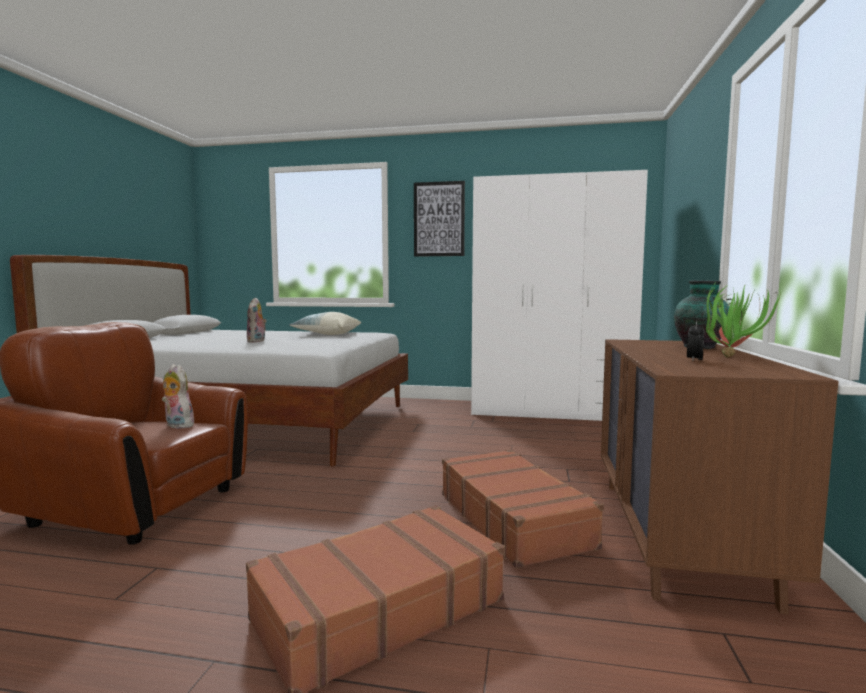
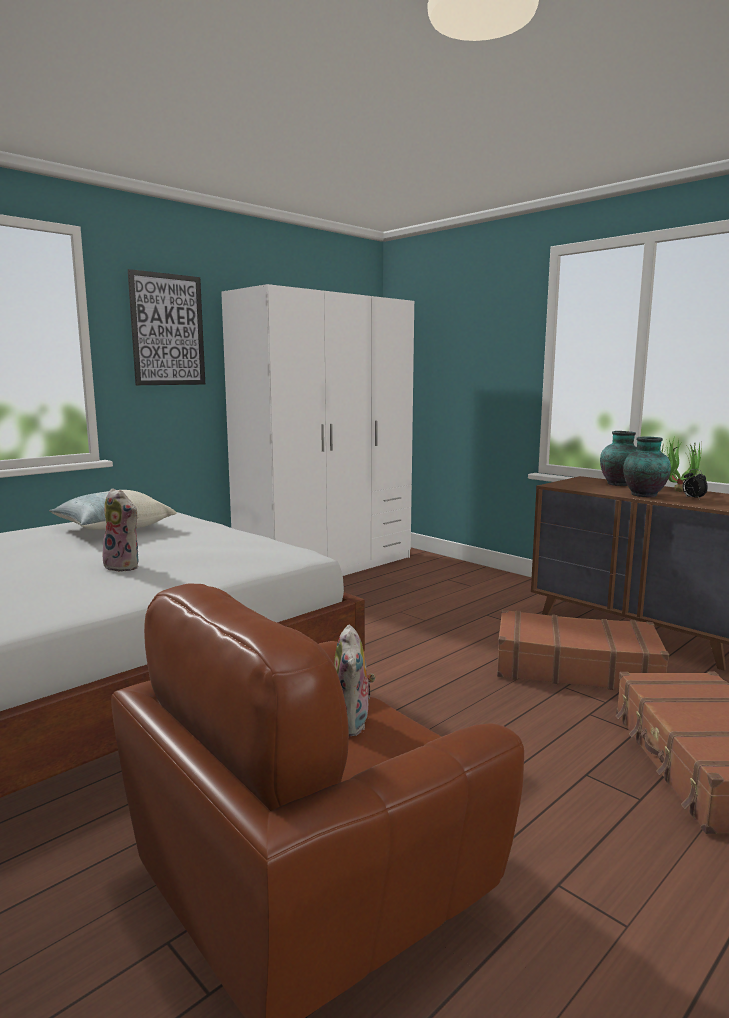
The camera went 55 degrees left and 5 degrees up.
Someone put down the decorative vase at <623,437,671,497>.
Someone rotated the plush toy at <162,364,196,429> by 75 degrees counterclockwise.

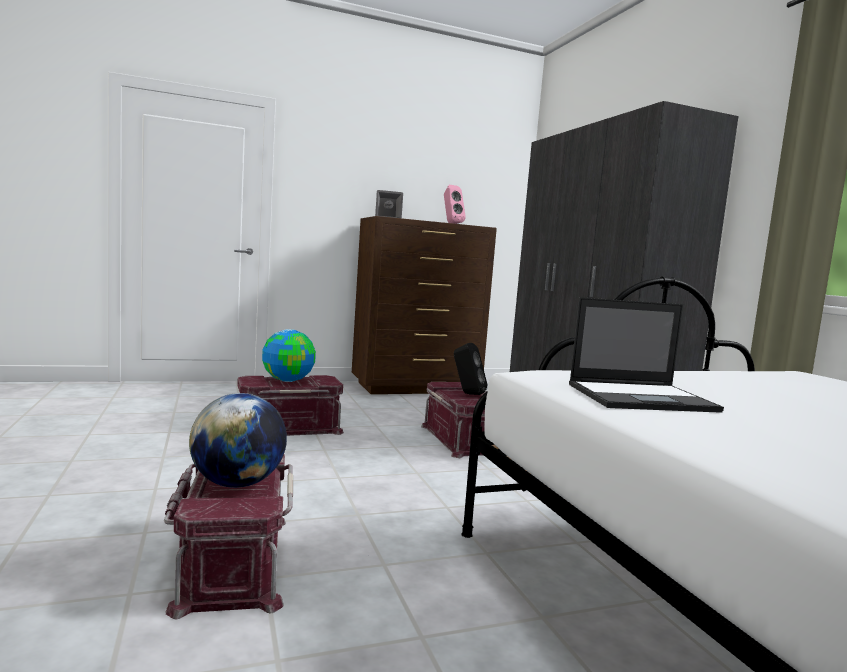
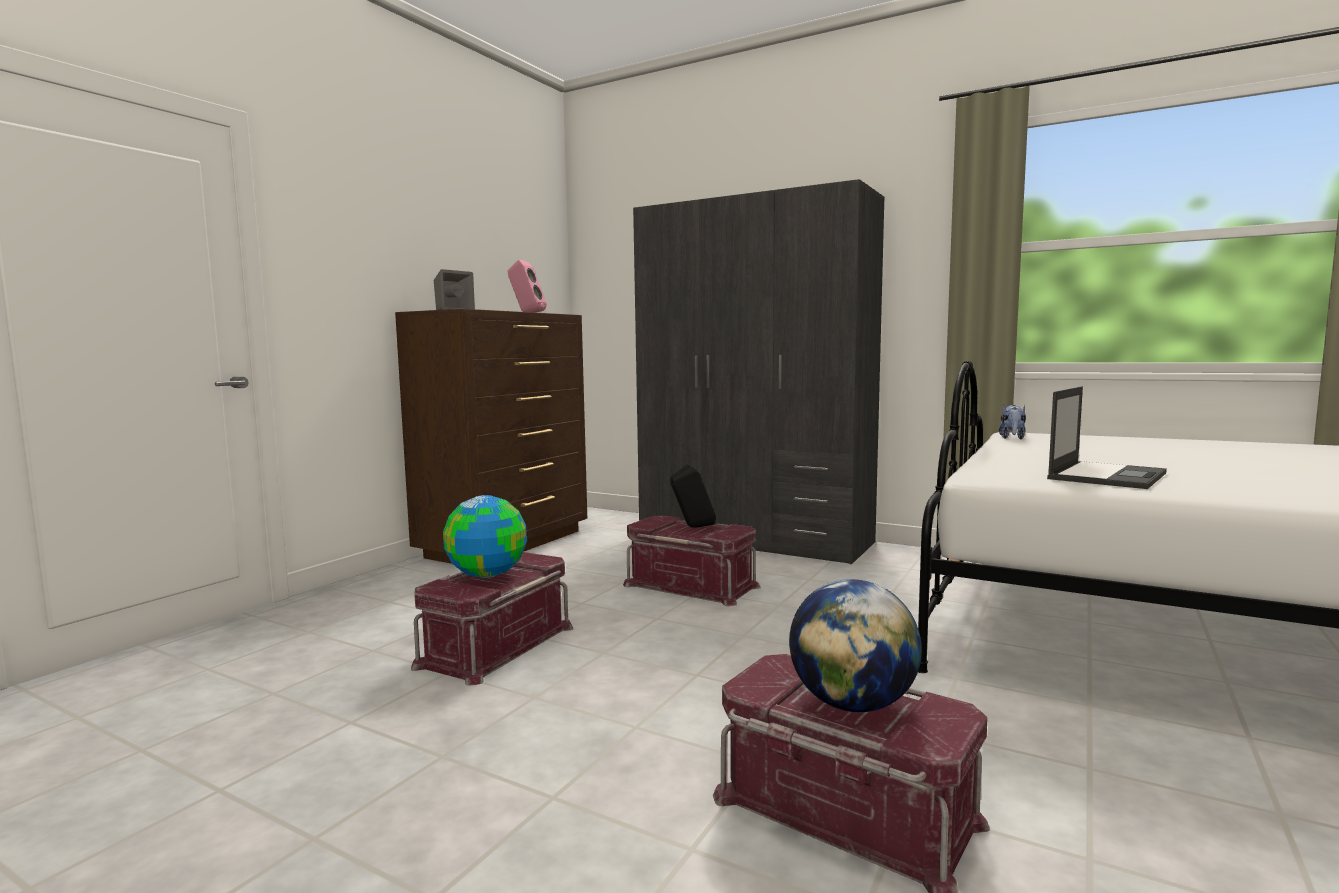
The camera went 40 degrees left and 0 degrees up.
Someone put down the plush toy at <999,405,1026,439>.

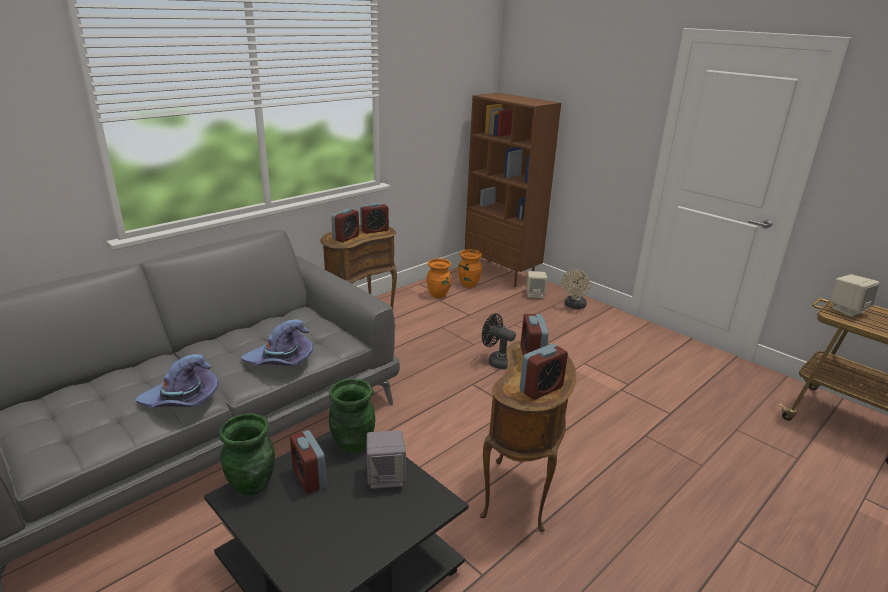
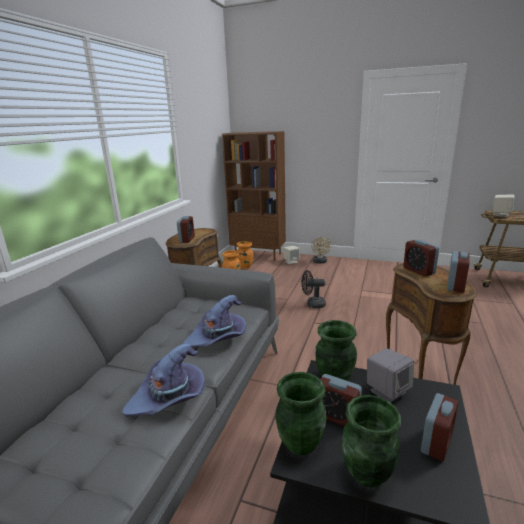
The camera went 25 degrees left and 5 degrees down.
Someone put down the decorative vase (green) at <342,395,401,488>.
Someone carried the alarm clock from <360,203,389,234> to <421,393,459,462>.

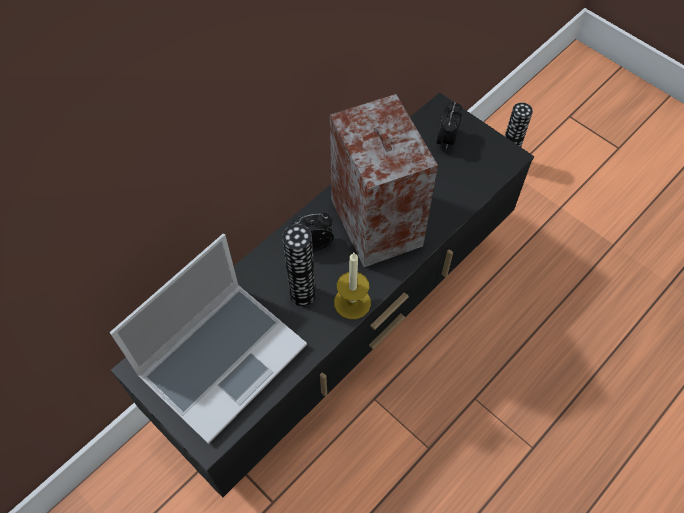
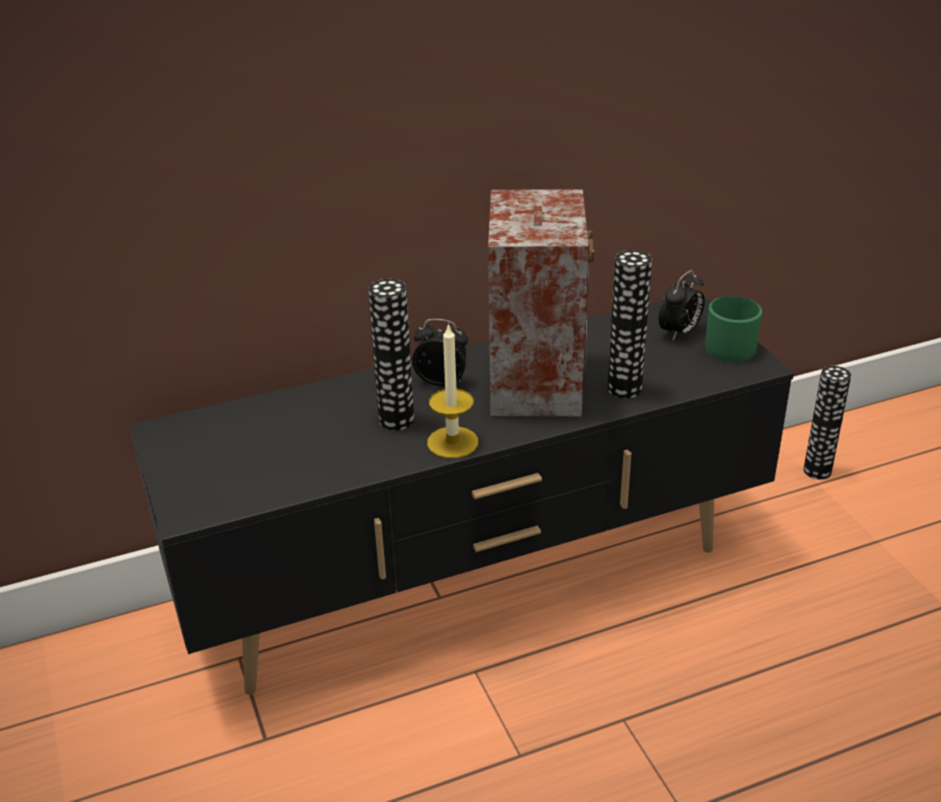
The camera went 25 degrees right and 25 degrees down.
Someone took away the notebook computer at <110,234,307,444>.
Someone put down the decorative vase at <608,250,652,398>.
Someone put down the mug (green) at <705,296,762,362>.

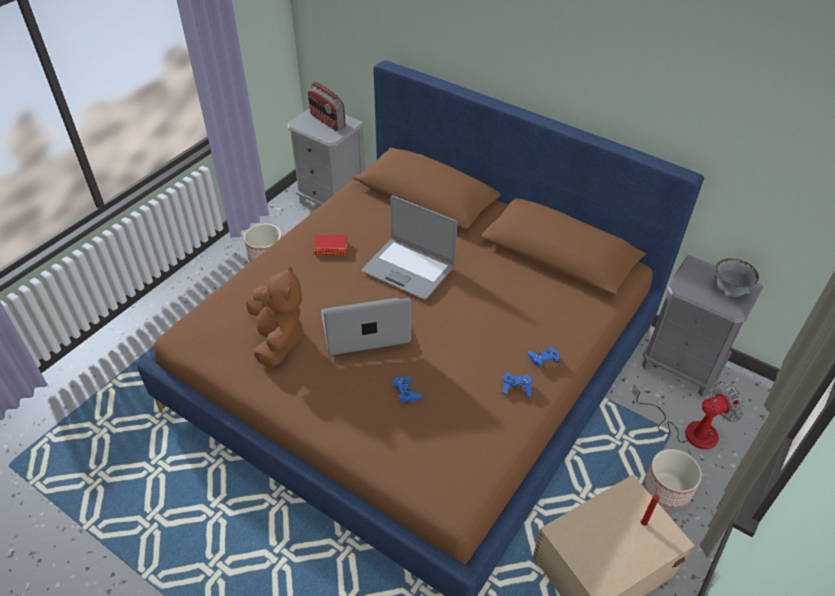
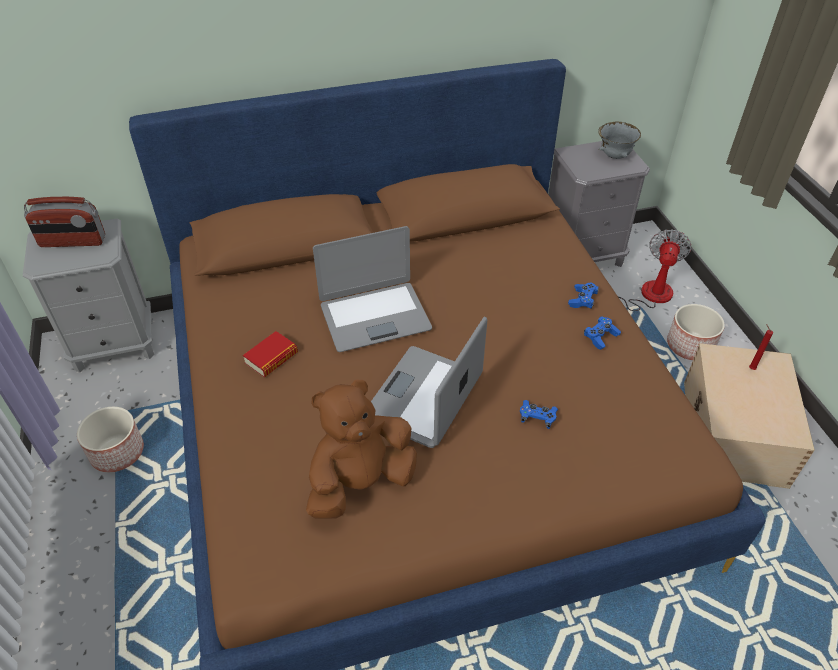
The camera went 50 degrees left and 0 degrees up.
Someone rotated the plush toy (brown) at <246,265,304,367> by 60 degrees counterclockwise.

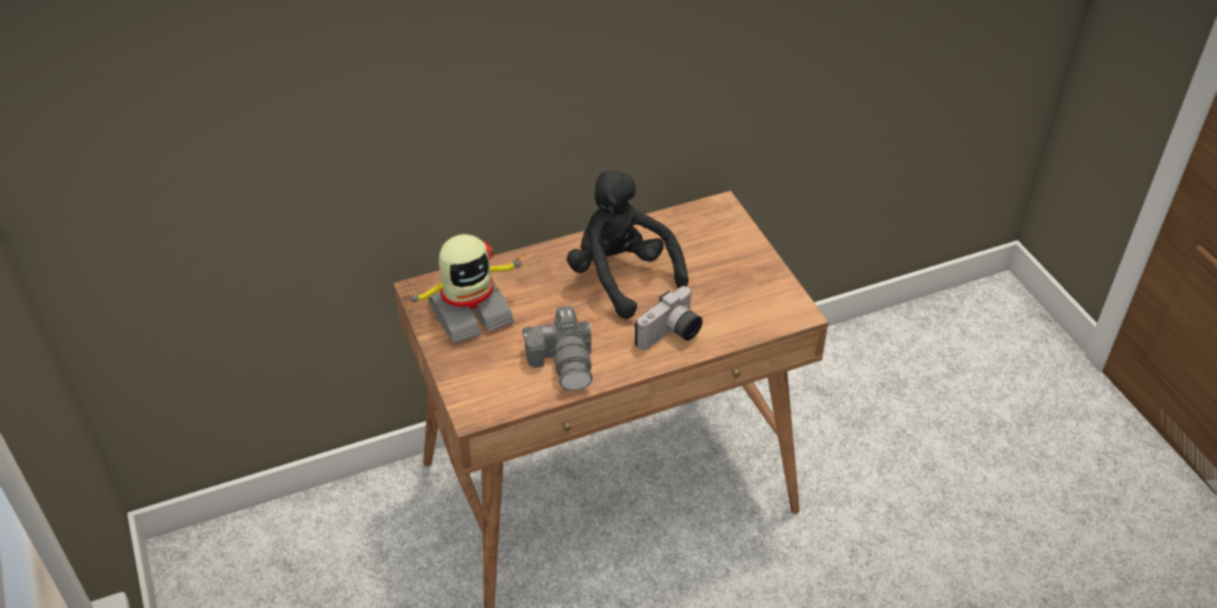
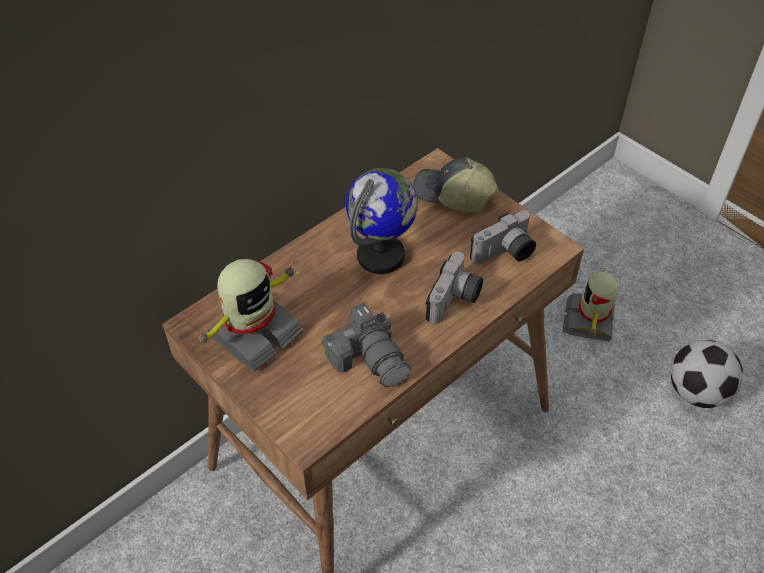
The camera went 20 degrees left and 5 degrees up.
Someone put down the peaked cap at <413,157,498,212>.
Someone put down the still camera at <470,210,536,264>.
Someone put down the toy robot at <562,268,618,341>.
Someone put down the ball for football at <671,340,743,408>.
Someone swapped the plush toy (blackish) at <567,171,688,319> for the globe at <346,168,418,274>.

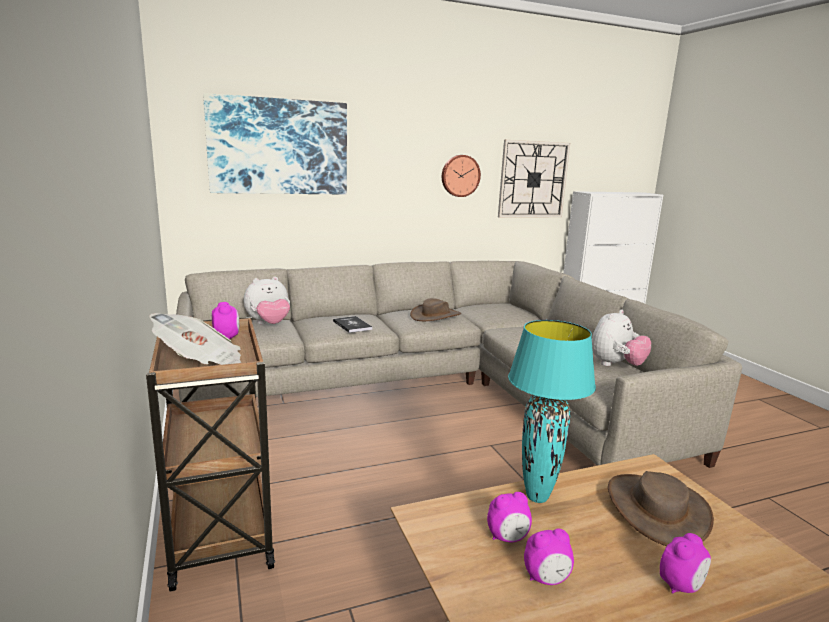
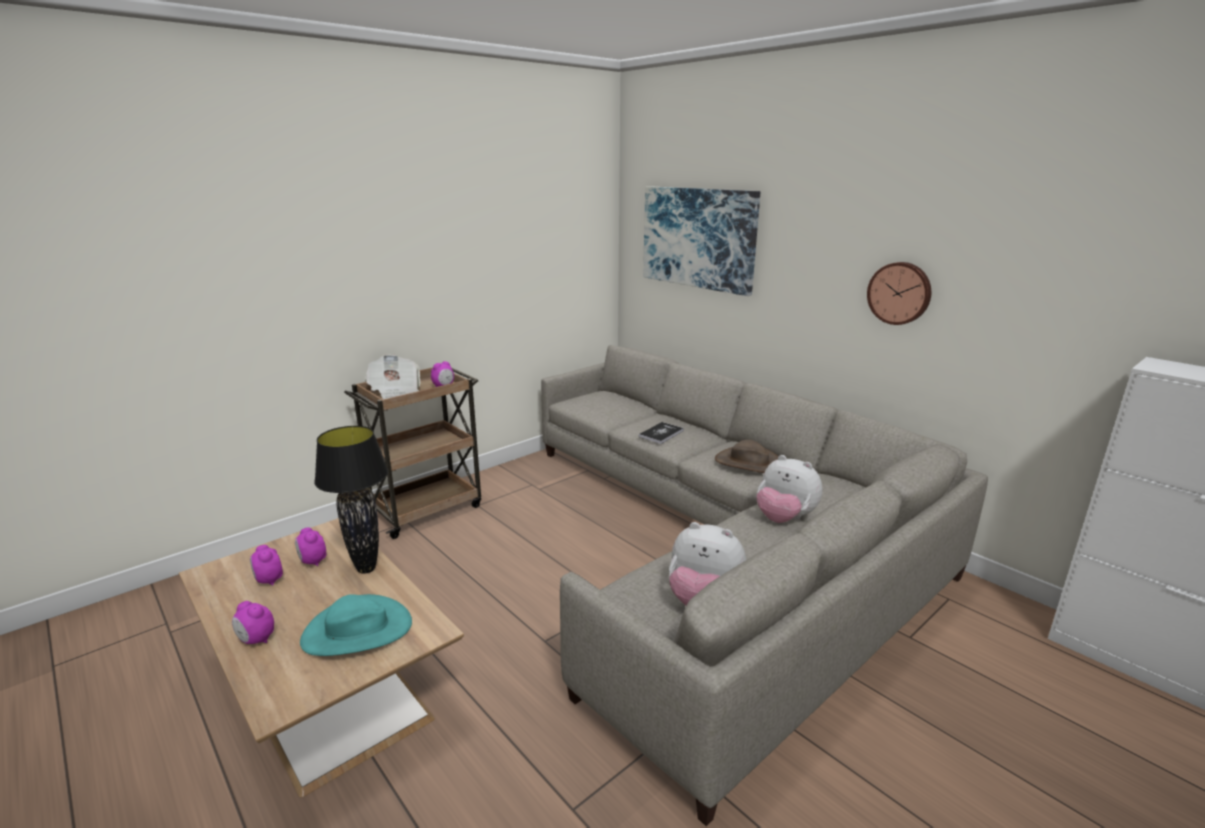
The camera went 70 degrees right and 5 degrees up.
Someone took away the wall clock at <498,140,570,218>.
Someone carried the plush toy from <244,277,290,324> to <756,455,822,523>.
Someone repainted the table lamp (blue-green) at <508,320,596,503>, which became the table lamp (blackish) at <314,426,388,574>.
Someone repainted the clothing hat (brown) at <608,471,714,546>, which became the clothing hat (blue-green) at <300,594,412,656>.

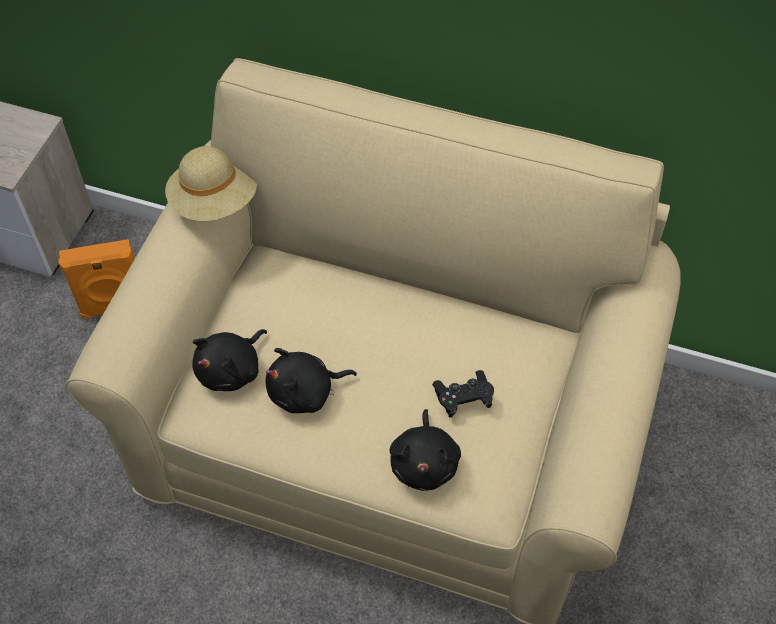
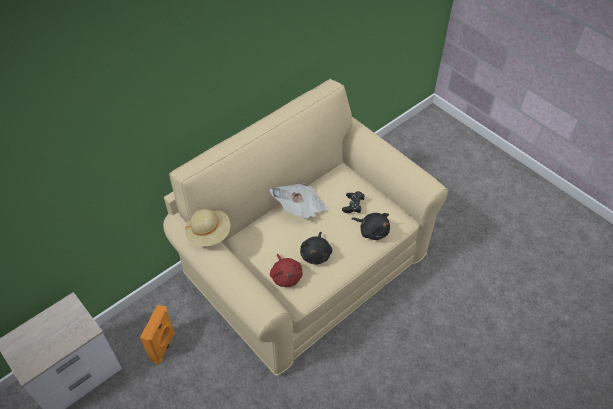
The camera went 60 degrees left and 5 degrees down.
Someone put down the newspaper at <269,183,328,219>.
Someone repainted the plush toy (blackish) at <192,329,267,391>, which became the plush toy (red-coloured) at <270,254,303,287>.

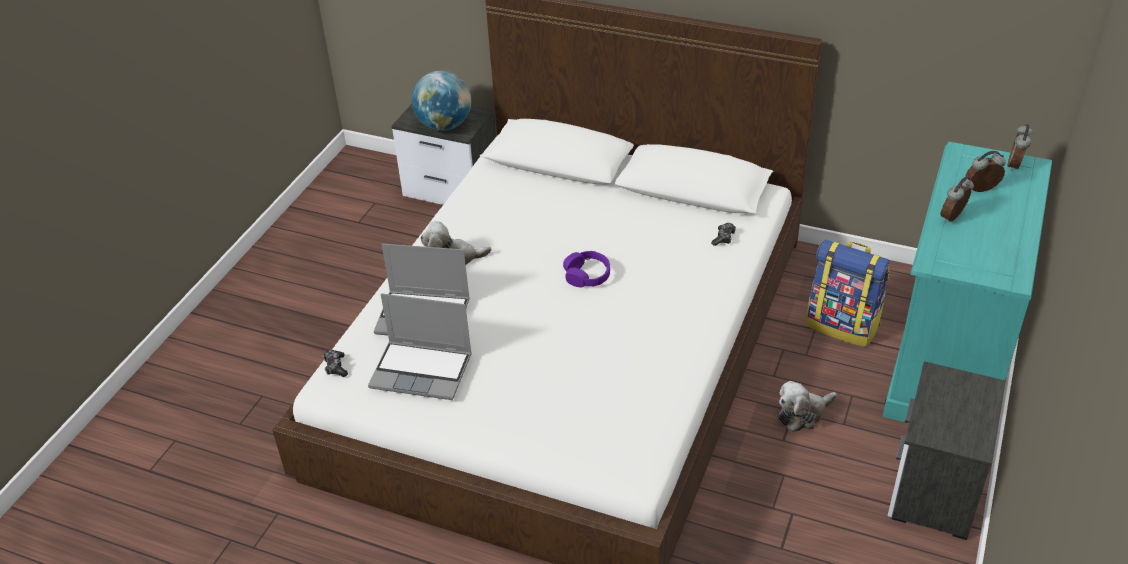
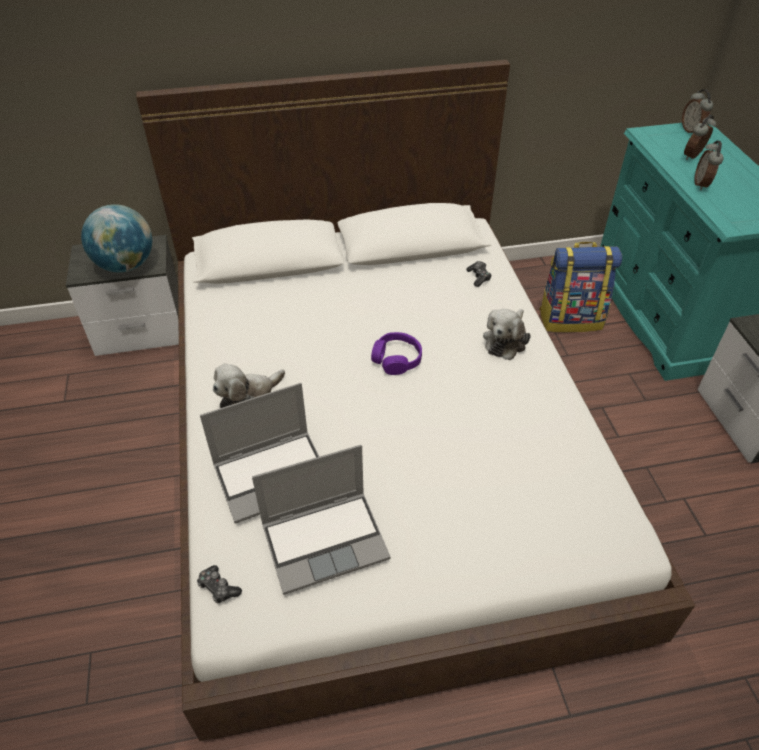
The camera went 35 degrees left and 5 degrees up.
Someone carried the plush toy from <778,381,837,432> to <483,309,531,360>.

